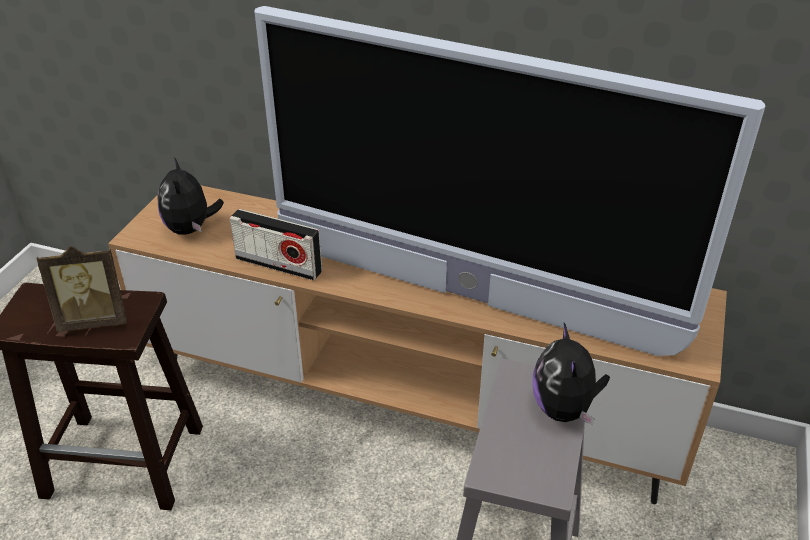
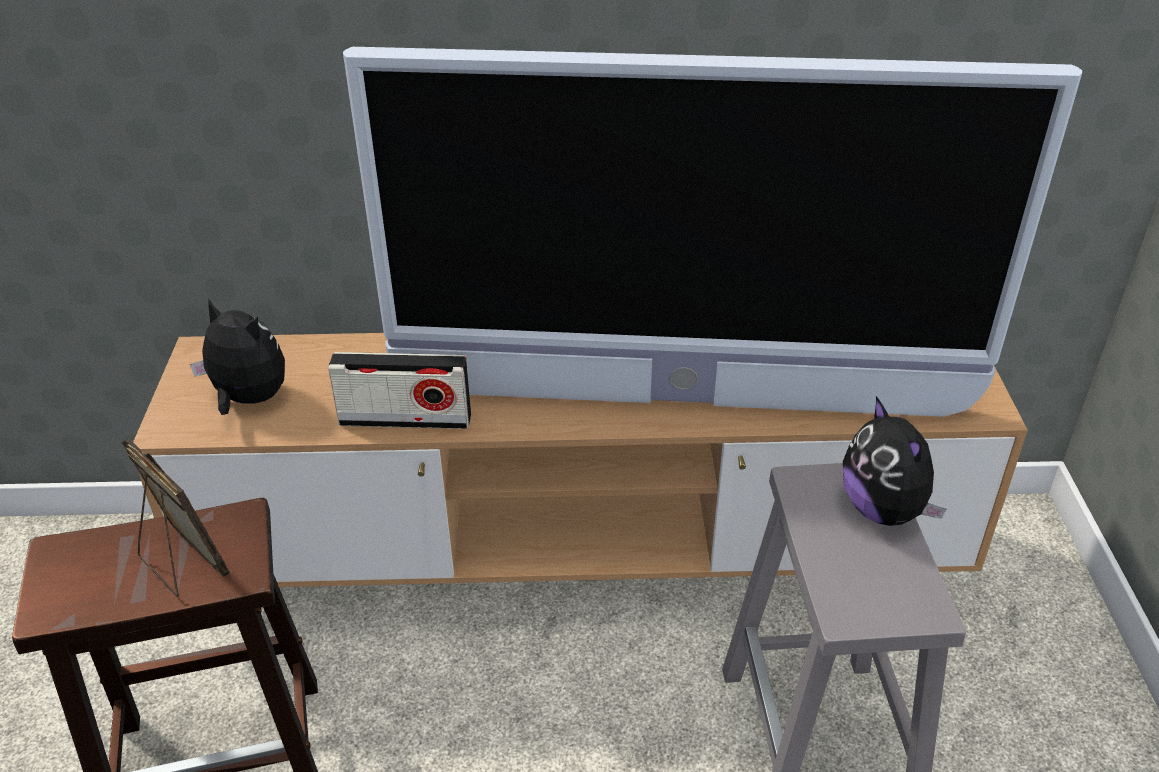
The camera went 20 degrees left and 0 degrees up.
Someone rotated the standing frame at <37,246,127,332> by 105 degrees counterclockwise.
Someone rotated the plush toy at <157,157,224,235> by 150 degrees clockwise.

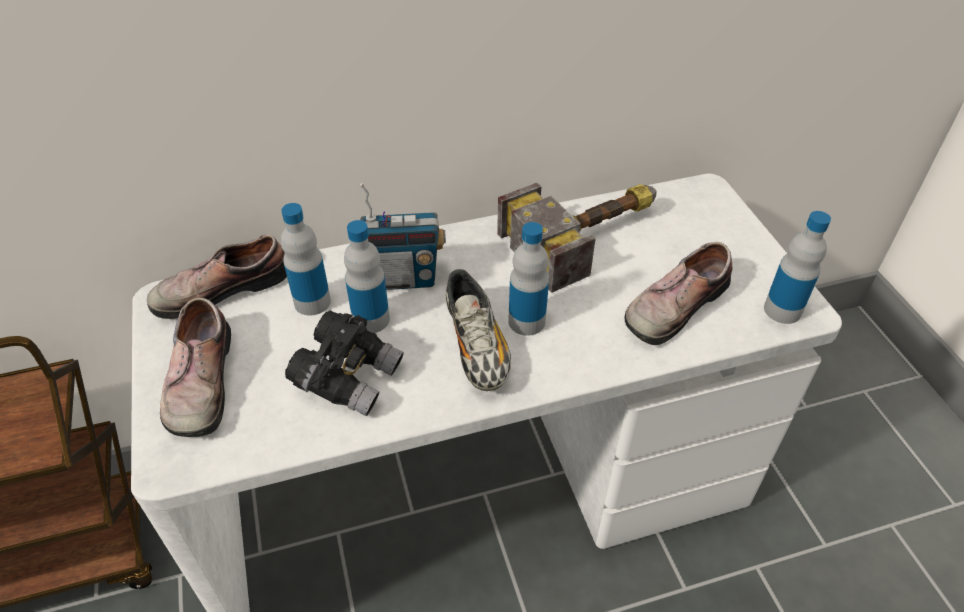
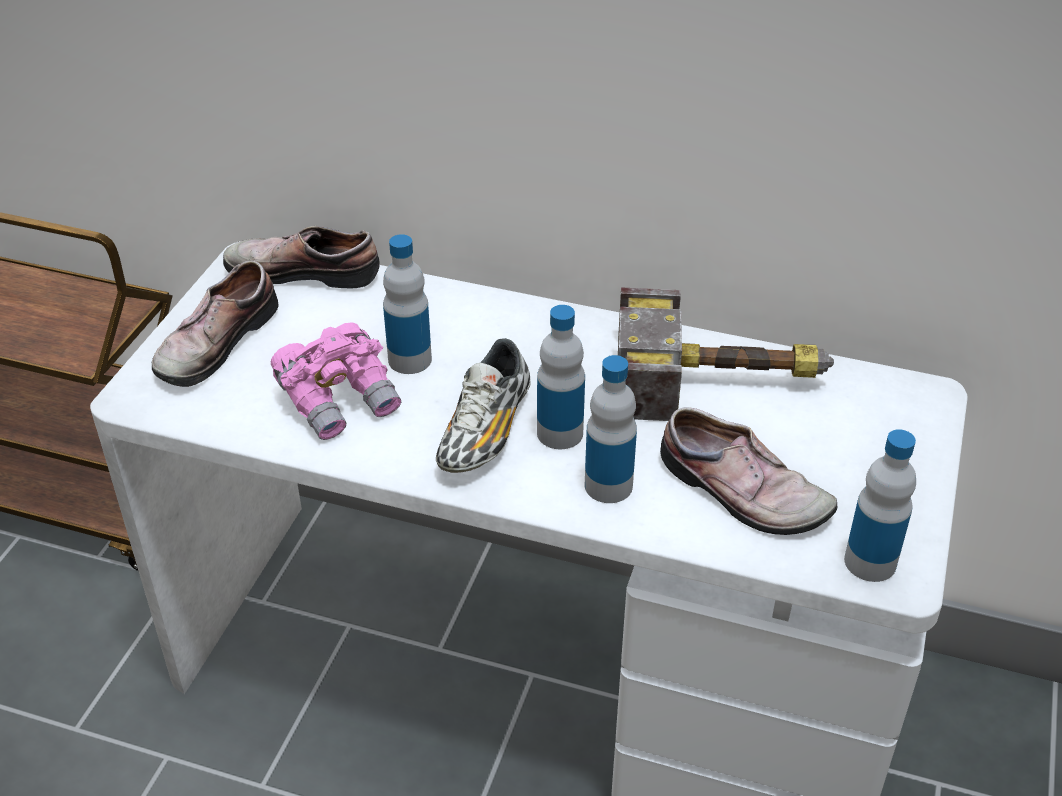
The camera went 35 degrees right and 5 degrees down.
Someone took away the radio set at <360,183,446,290>.
Someone carried the bottle from <281,203,331,316> to <584,355,637,503>.
Someone repainted the field glasses (blackish) at <285,311,404,416>, which became the field glasses (pink) at <271,323,401,440>.
Someone rotated the shoe at <625,242,732,345> by 135 degrees counterclockwise.

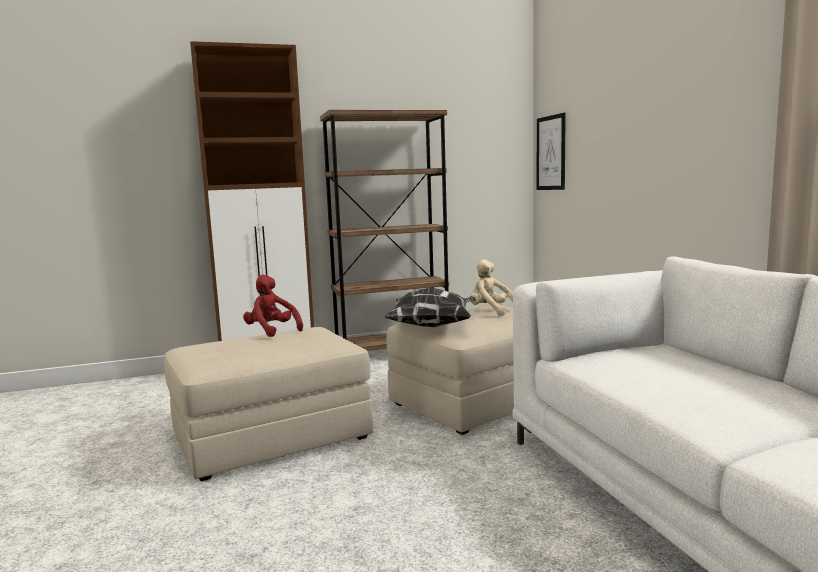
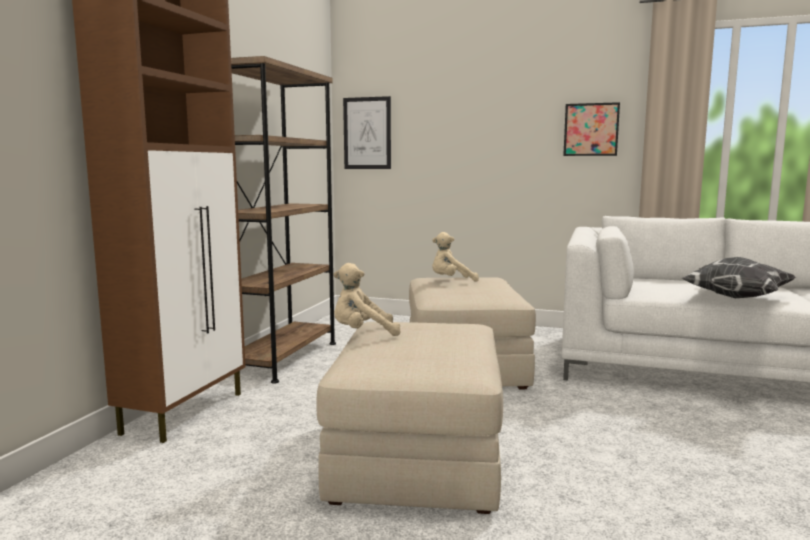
The camera went 55 degrees left and 0 degrees up.
Someone put up the picture at <563,102,620,156>.
Someone carried the pillow from <385,287,476,327> to <681,257,796,298>.
Someone repainted the plush toy (red-coloured) at <243,275,303,337>, which became the plush toy (beige-coloured) at <334,263,401,336>.

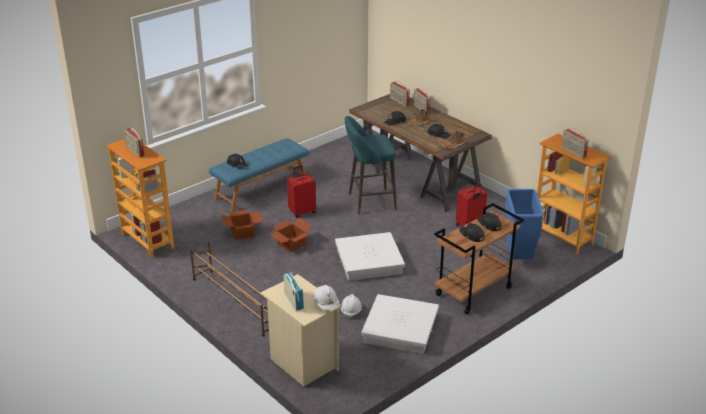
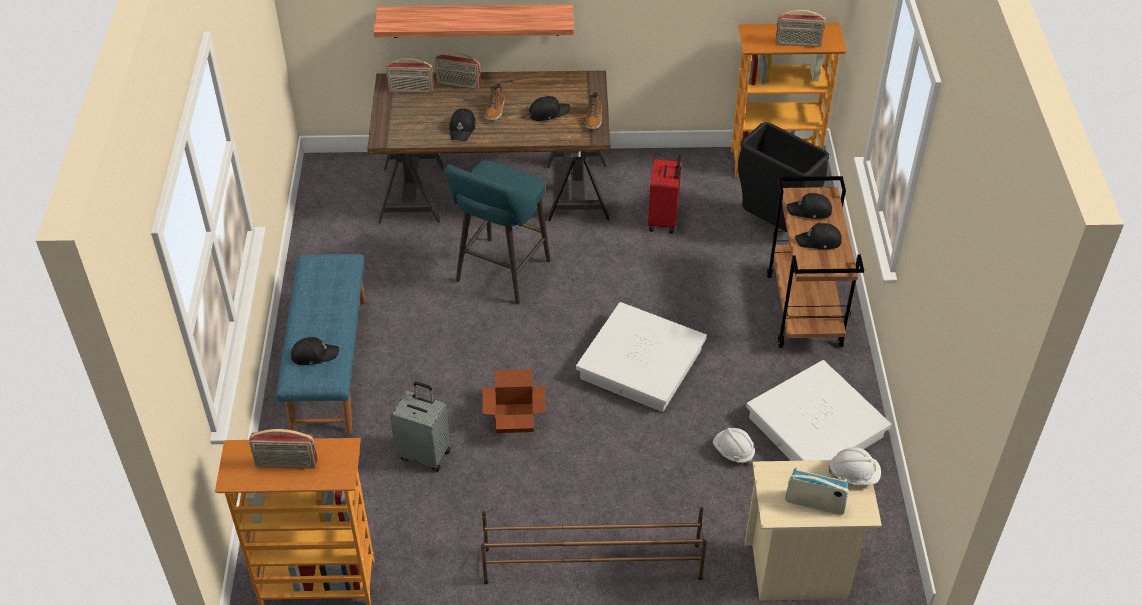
The camera went 50 degrees left and 15 degrees up.
Someone took away the piece of luggage (red-coloured) at <287,165,316,218>.
Someone put up the wall shelf at <374,4,574,38>.
Someone swapped the packing box at <221,210,263,240> for the piece of luggage (grey) at <390,381,450,472>.
Someone repainted the trash can (bluish) at <505,189,544,259>, which became the trash can (blackish) at <738,122,829,231>.

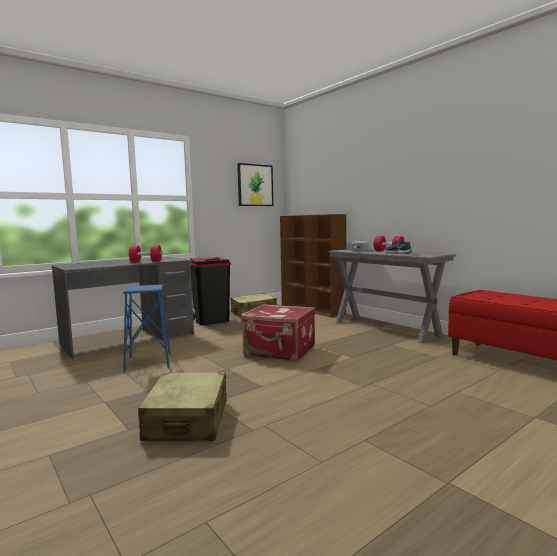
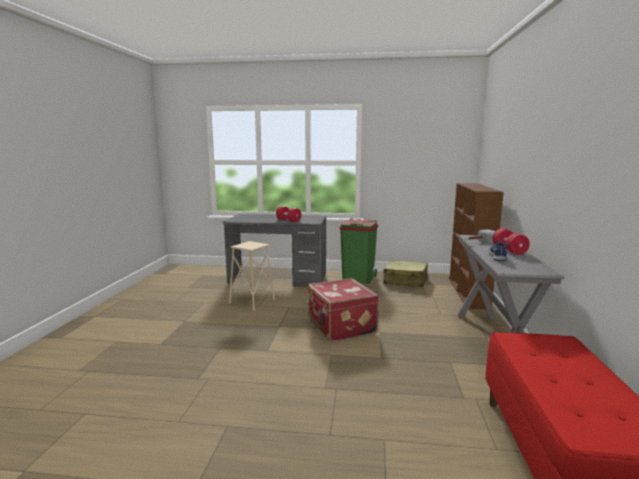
The camera went 45 degrees right and 5 degrees up.
Someone took away the piece of luggage (beige-coloured) at <138,372,227,441>.
Someone took away the picture at <237,163,273,206>.
Someone repainted the sitting stool (bluish) at <123,284,171,372>, which became the sitting stool (beige-coloured) at <229,241,275,311>.
Someone repainted the trash can (blackish) at <189,257,231,325>, which became the trash can (green) at <340,218,378,284>.

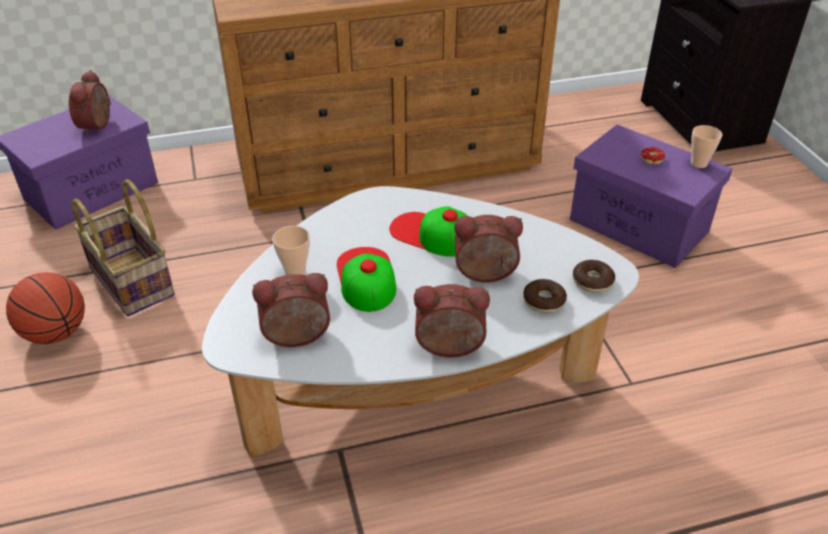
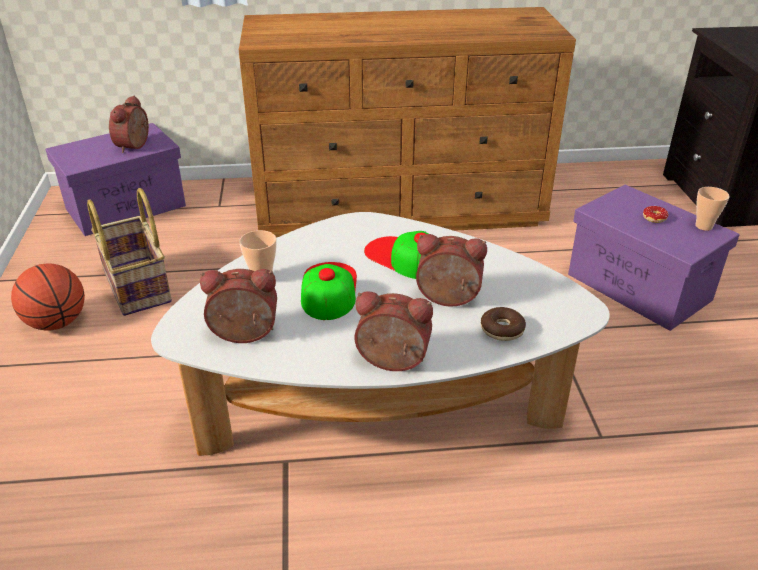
The camera went 10 degrees right and 5 degrees down.
Someone took away the ring doughnut at <573,260,615,293>.

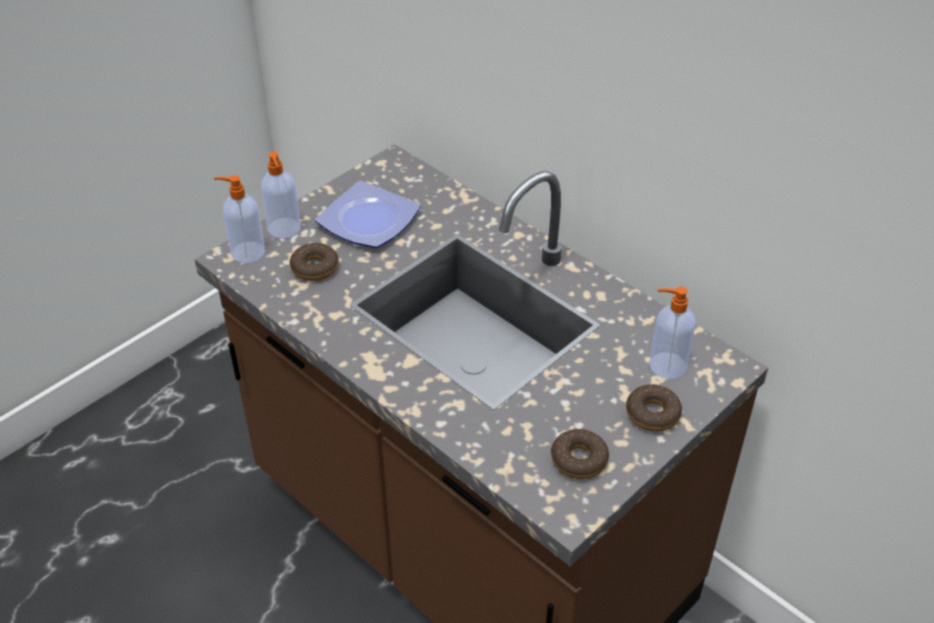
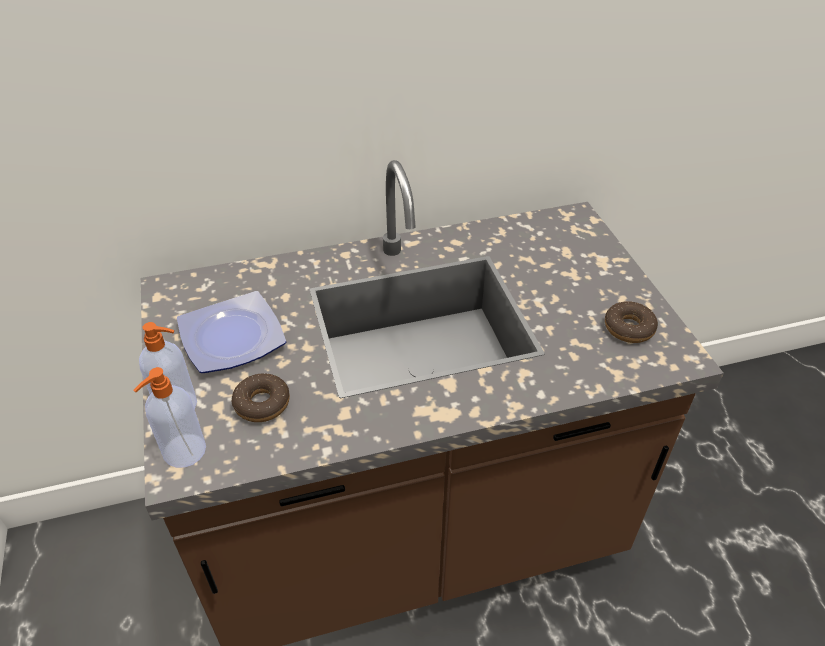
The camera went 60 degrees left and 0 degrees up.
Someone took away the ring doughnut at <626,384,682,432>.
Someone took away the soap dispenser at <649,287,696,379>.

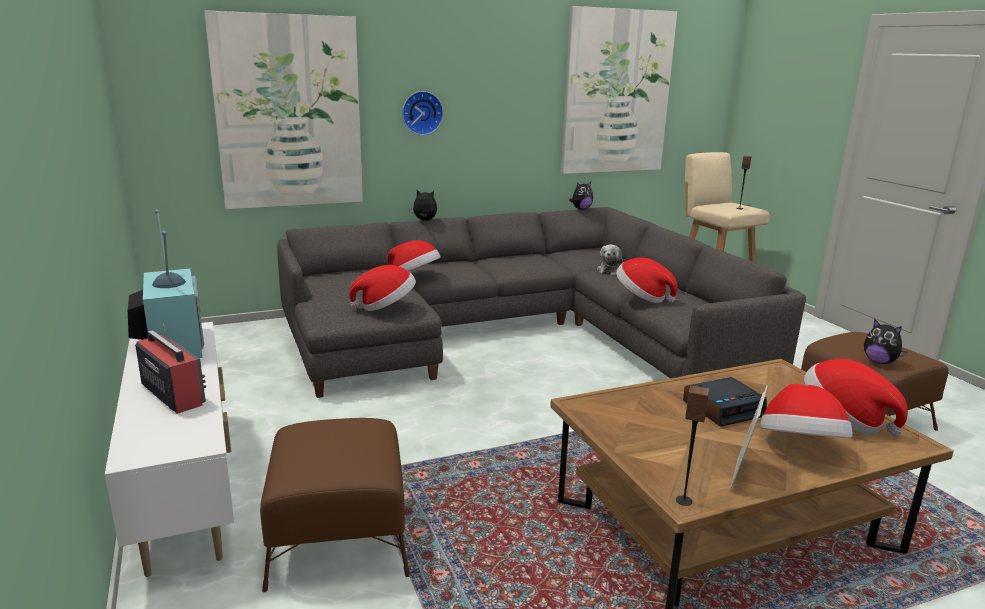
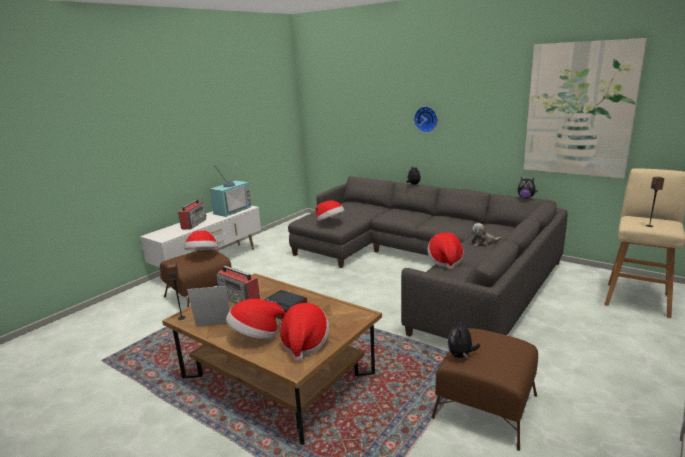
The camera went 60 degrees right and 0 degrees up.
Someone took away the picture at <204,10,363,209>.
Someone put down the radio set at <216,266,260,304>.
Someone carried the clothing hat from <387,240,441,271> to <184,230,218,251>.

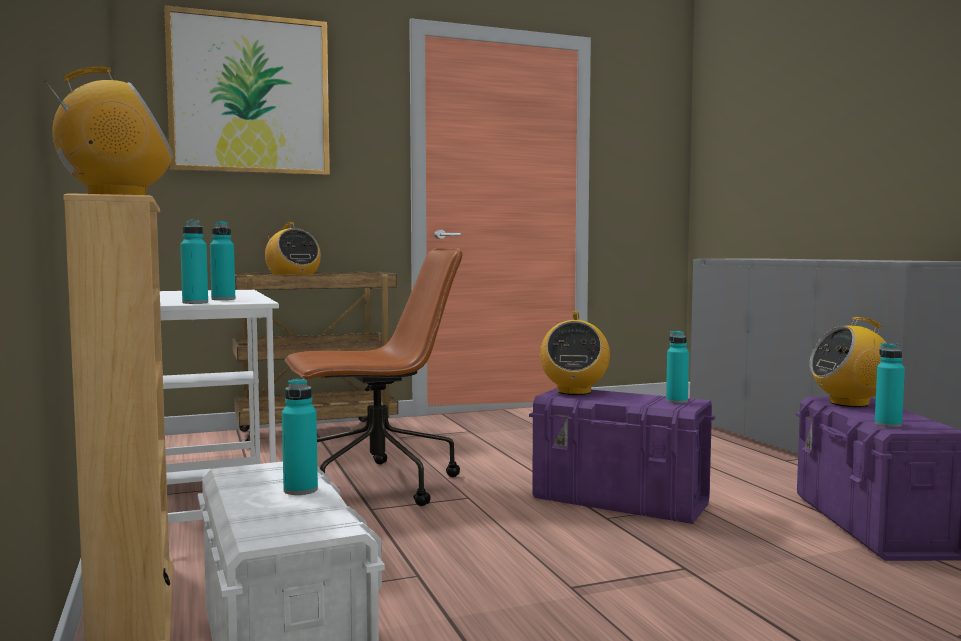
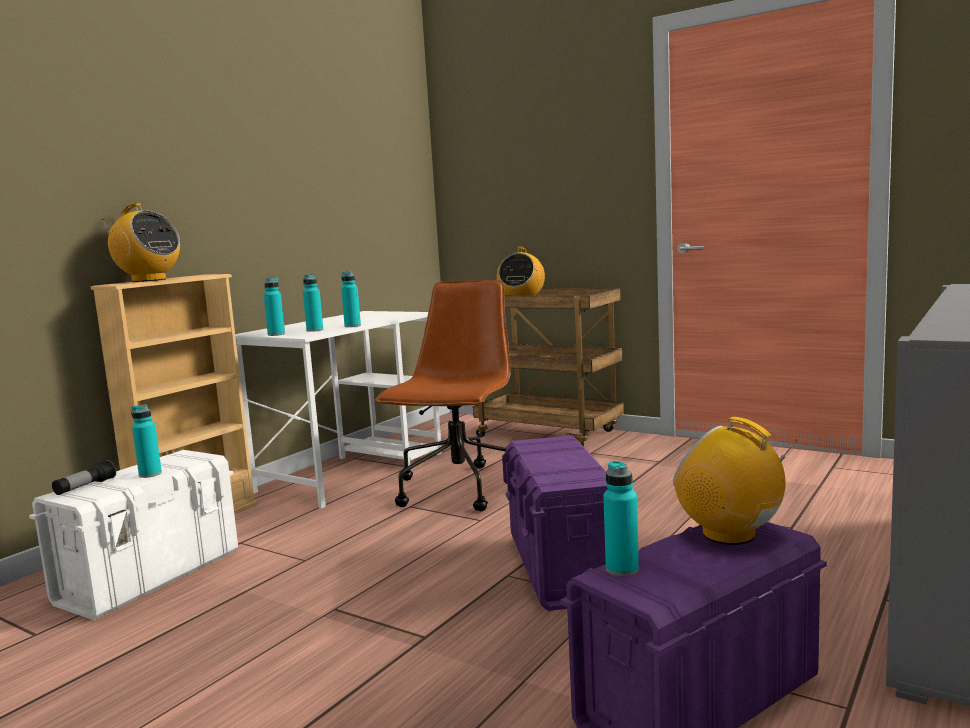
The camera went 55 degrees right and 5 degrees up.
Someone took away the picture at <164,5,330,175>.
Someone took away the radio set at <540,312,610,395>.
Someone put down the flashlight at <52,460,116,495>.
Someone carried the bottle (blue-green) from <666,331,689,403> to <341,271,361,327>.
Someone rotated the computer chair (brown) at <284,248,462,506> by 105 degrees counterclockwise.

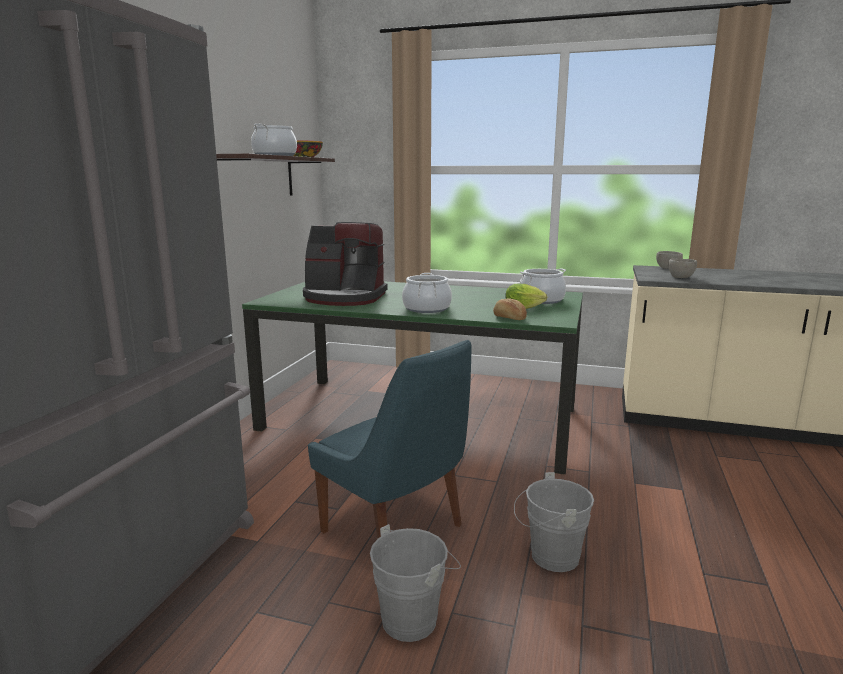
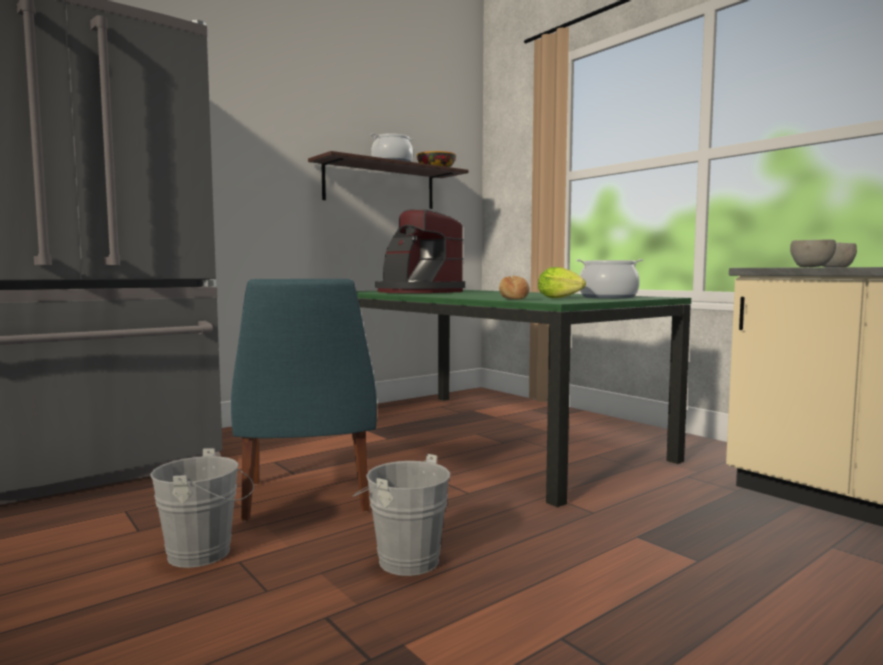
The camera went 35 degrees right and 10 degrees down.
Someone took away the stockpot at <402,273,452,313>.

